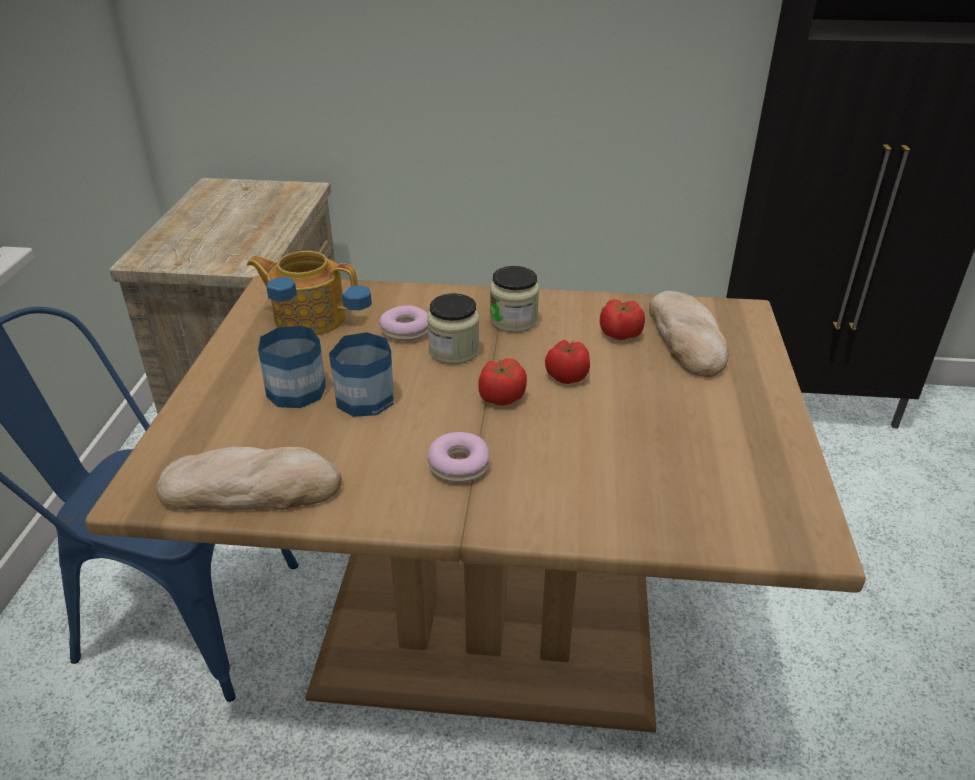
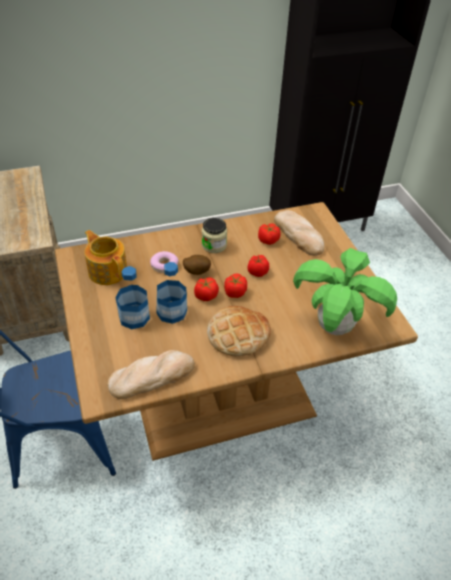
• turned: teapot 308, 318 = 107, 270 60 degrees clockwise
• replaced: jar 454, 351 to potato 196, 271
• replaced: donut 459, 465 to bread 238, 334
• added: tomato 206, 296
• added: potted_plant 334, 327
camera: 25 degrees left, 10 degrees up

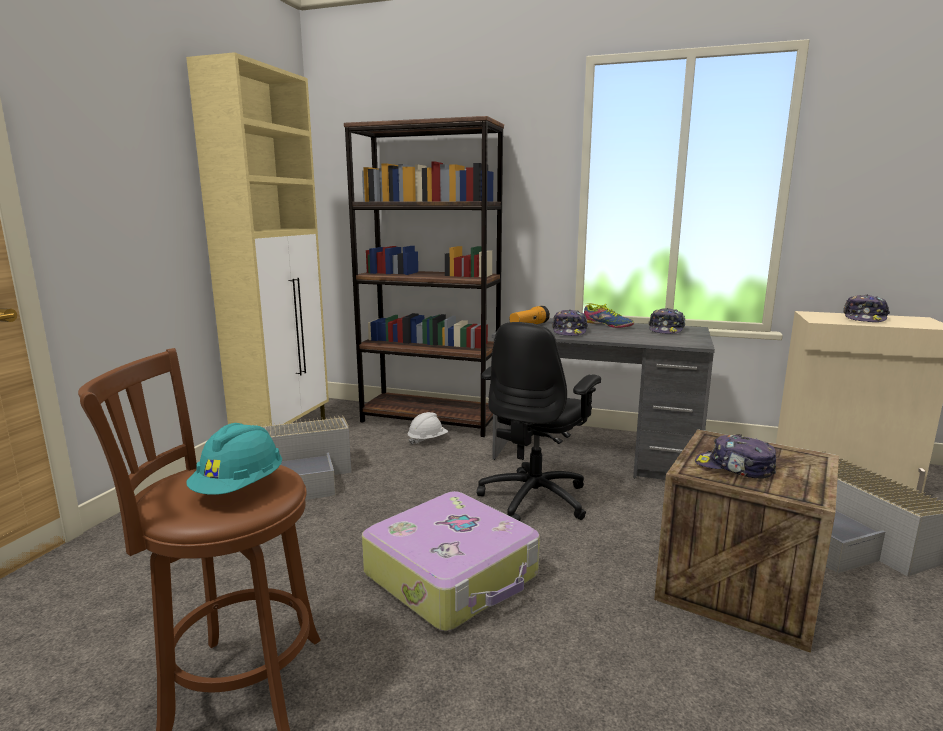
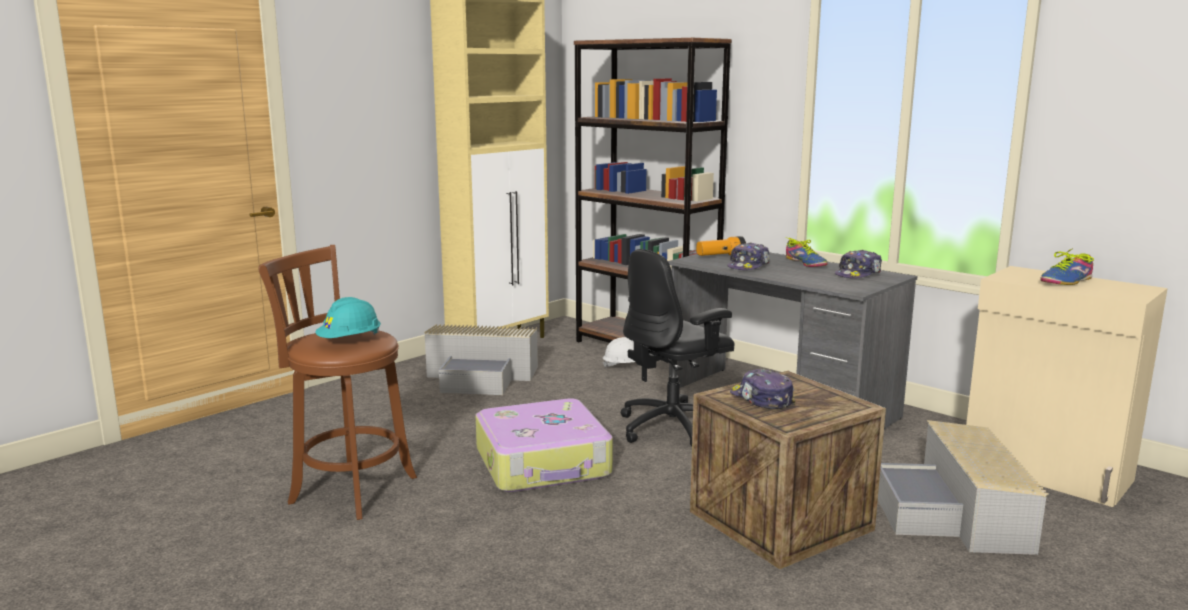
• replaced: cap 864, 318 to shoe 1066, 281
camera: 25 degrees right, 0 degrees up

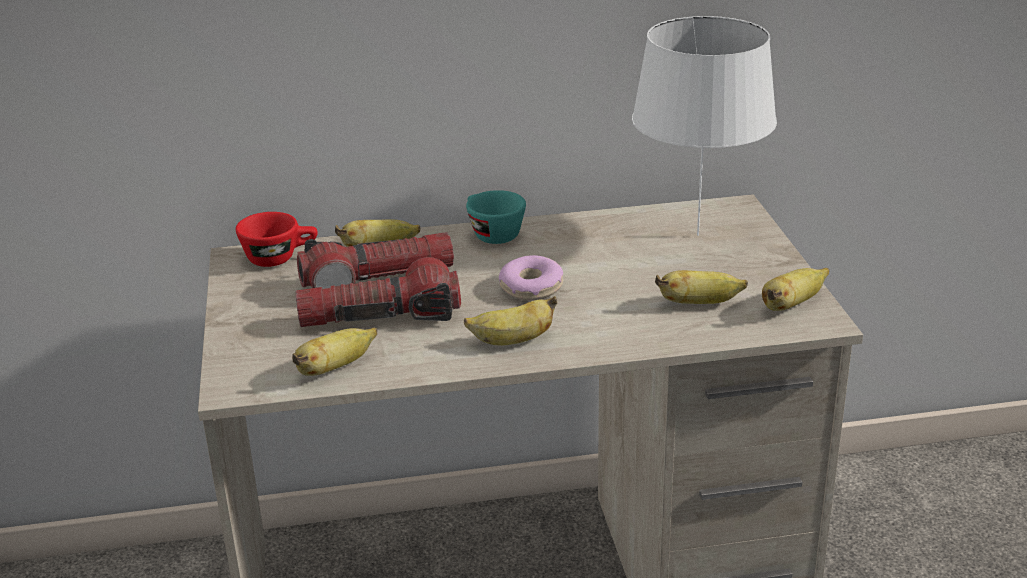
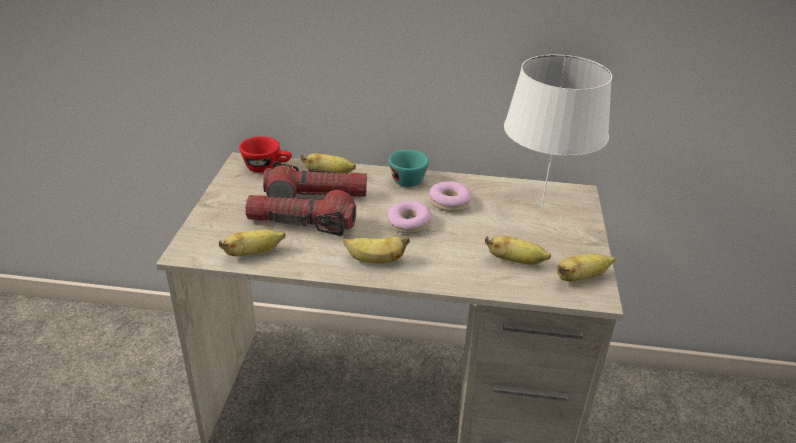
• added: donut 449, 202
camera: 15 degrees right, 5 degrees up

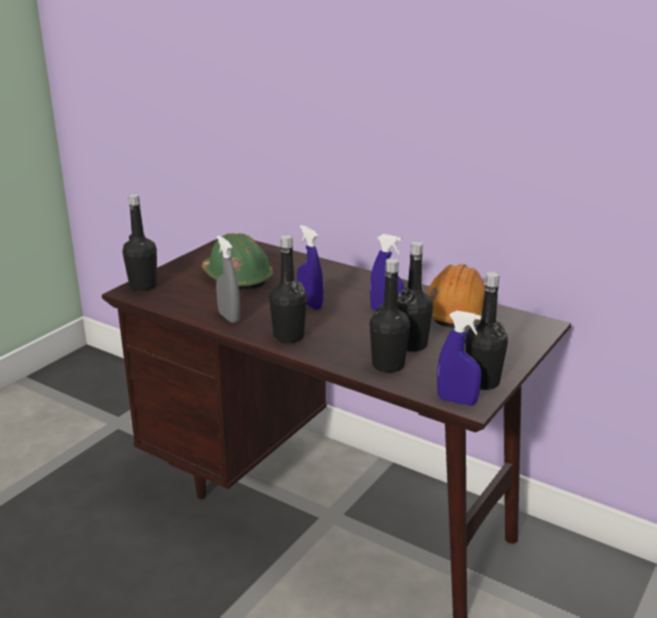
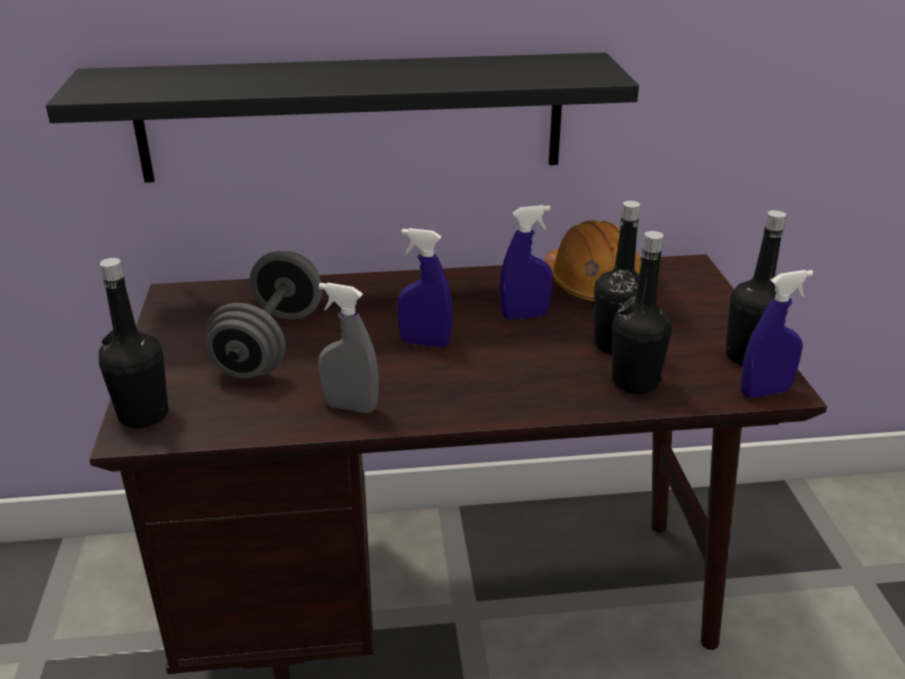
• replaced: green_hard_hat 237, 278 to grey_dumbbell 270, 344
• removed: black_bottle 288, 336
• added: black_shelf 352, 117
camera: 40 degrees left, 5 degrees up

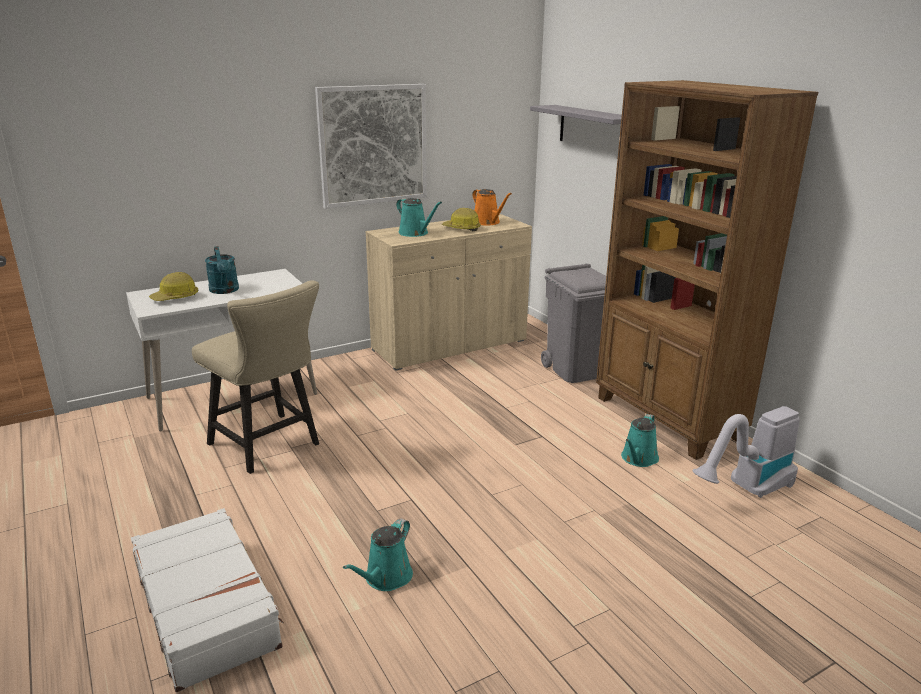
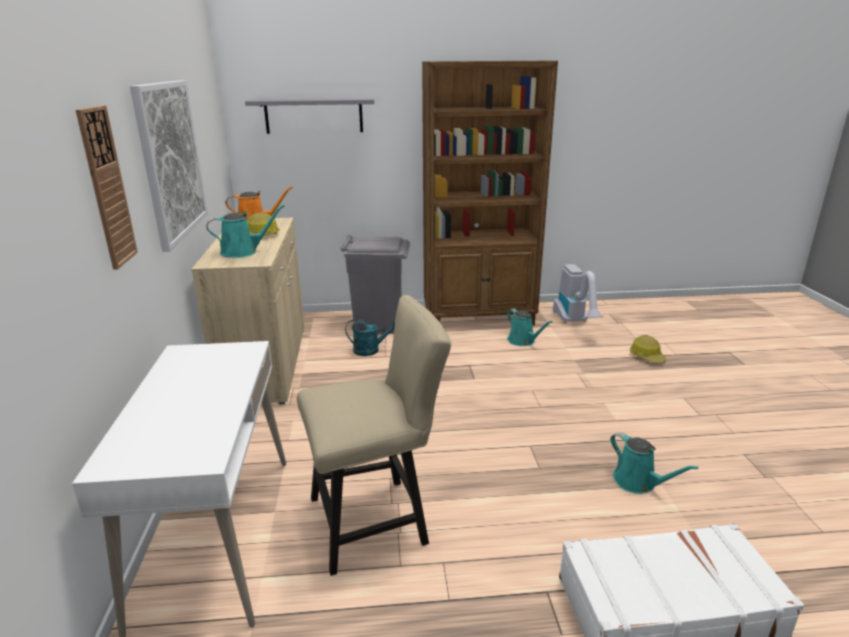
• moved: hard_hat 176, 298 to 647, 356
• moved: turquoise_watering_can 225, 291 to 371, 350
• added: wall_clock 107, 188
camera: 65 degrees left, 0 degrees up

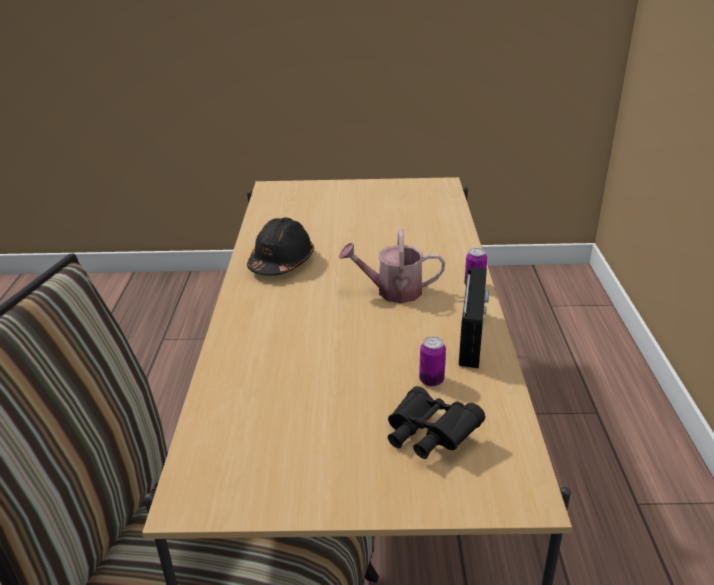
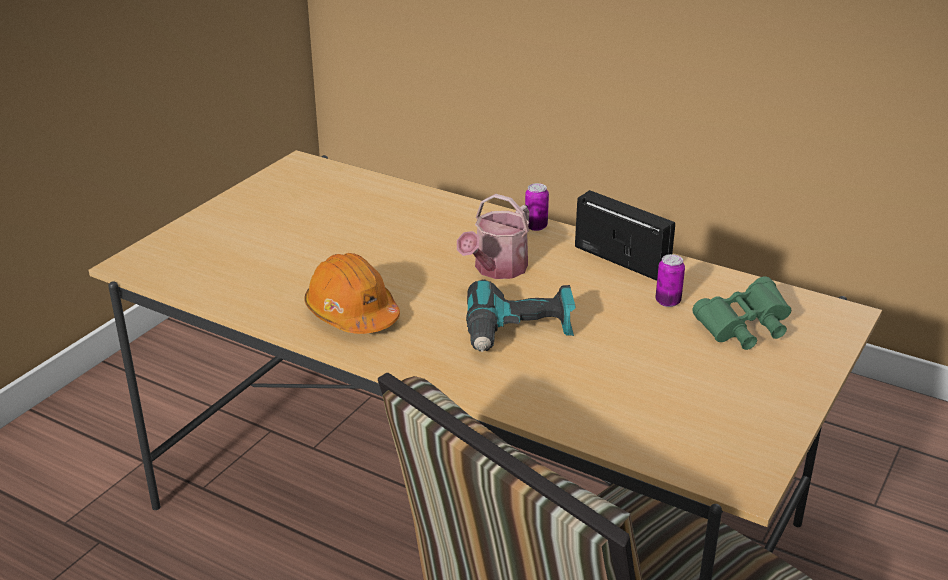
• recoloured: black_hard_hat 281, 262 to orange_hard_hat 352, 313
• recoloured: black_binoculars 428, 436 to green_binoculars 743, 330
• added: power_drill 519, 333
camera: 60 degrees left, 0 degrees up

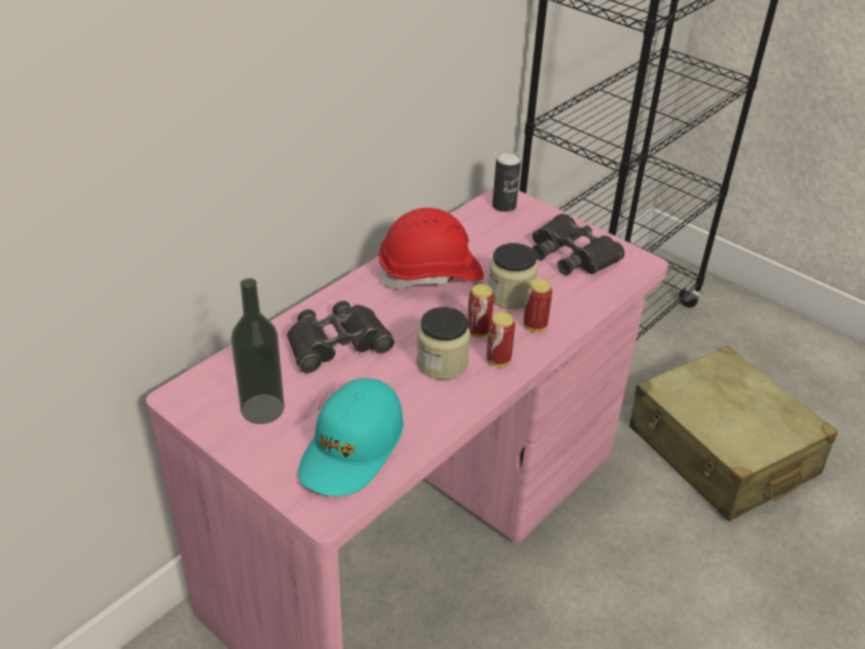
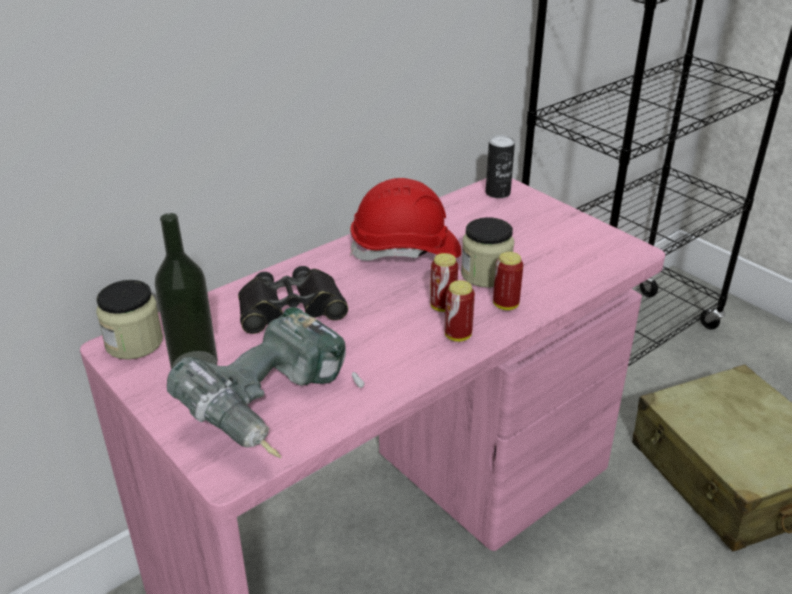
• replaced: turquoise_cap 352, 448 to power_drill 276, 410
• moved: jar 442, 363 to 134, 343
• removed: black_binoculars 572, 254
camera: 10 degrees right, 5 degrees down

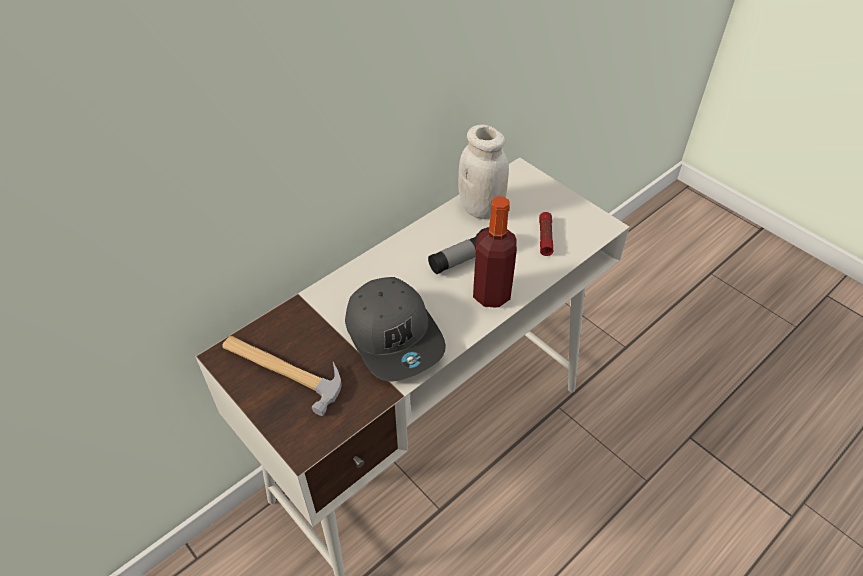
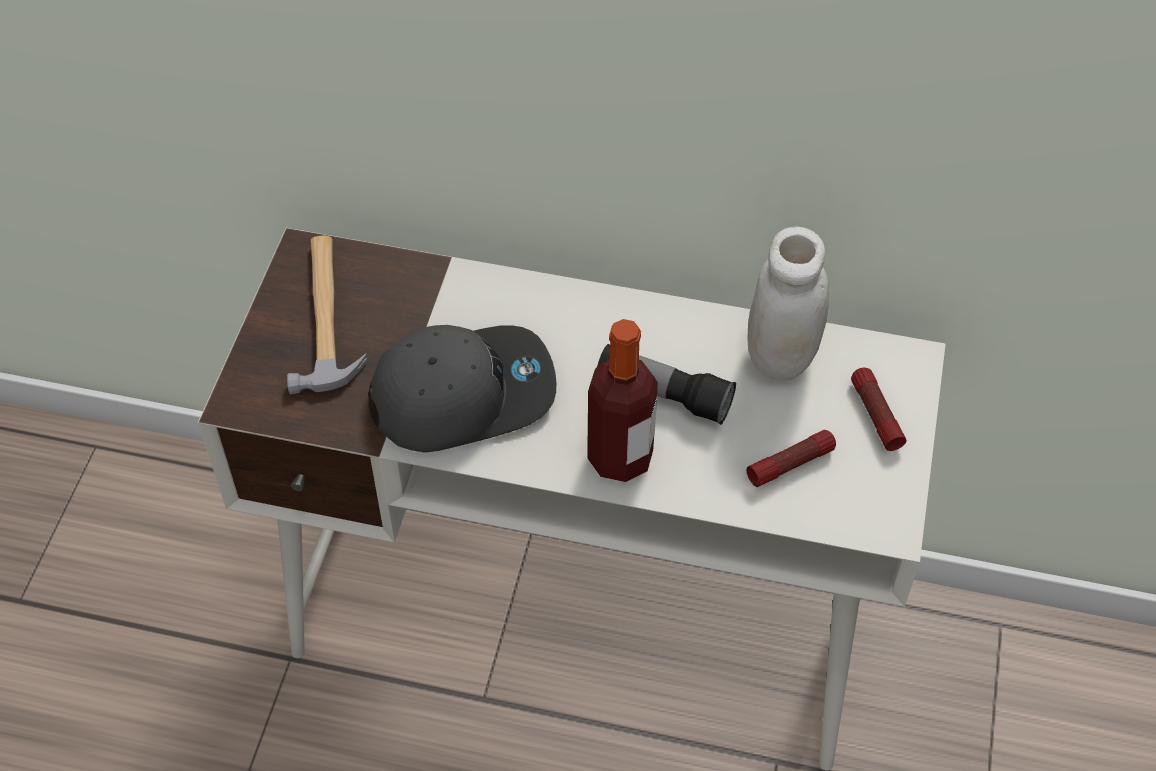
• turned: grey_cap 395, 336 = 463, 393 135 degrees counterclockwise
• added: flashlight 875, 415
camera: 55 degrees right, 5 degrees up

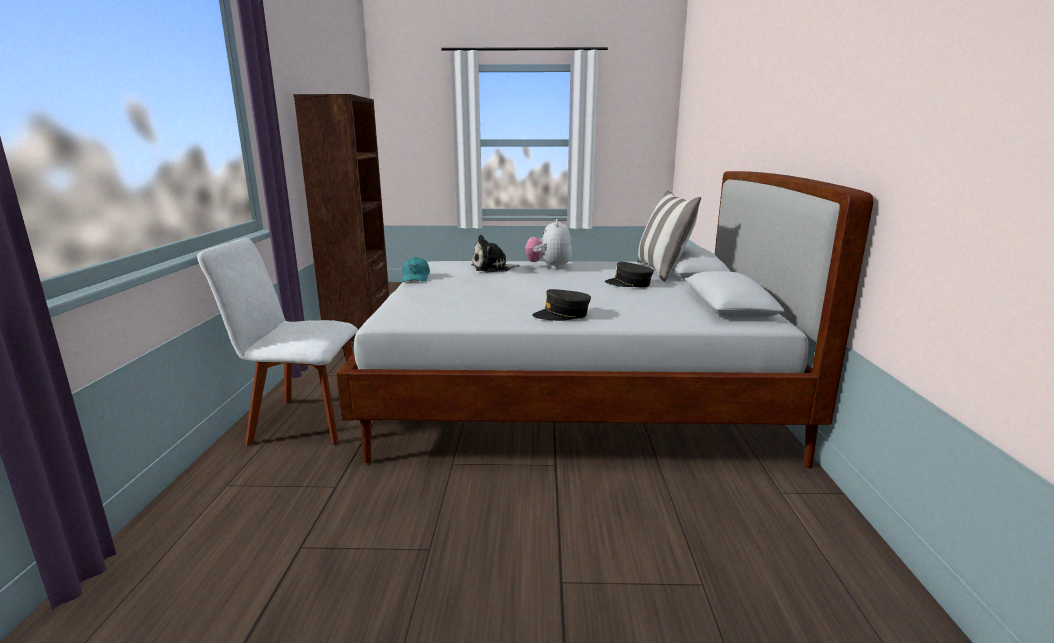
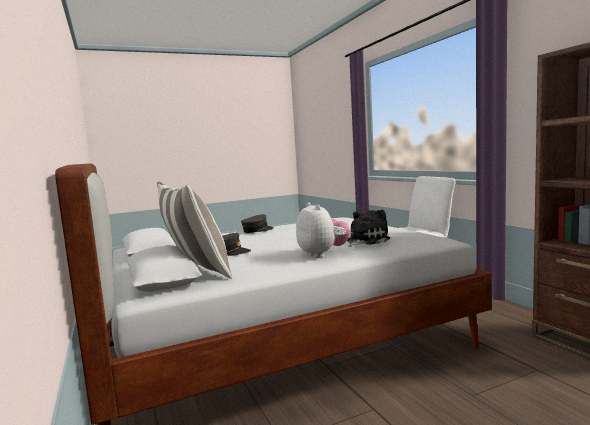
• removed: turquoise_cap 416, 278
camera: 155 degrees right, 10 degrees down

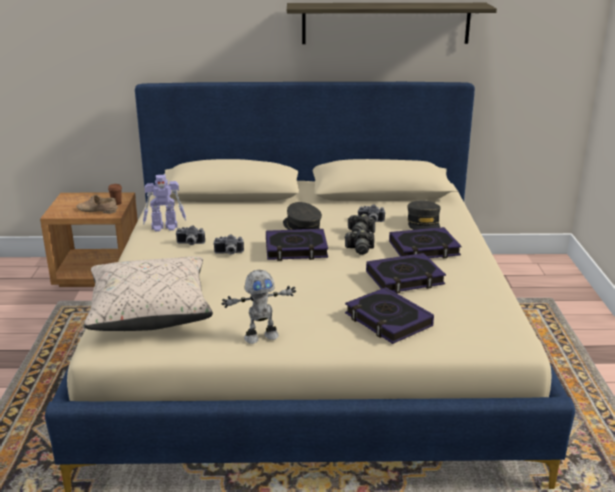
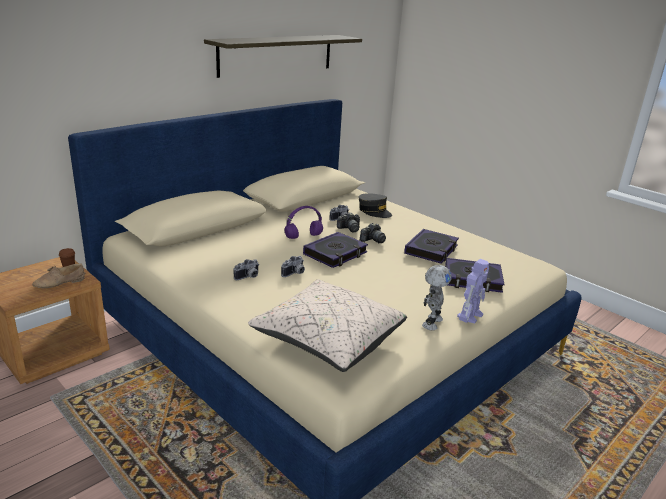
• moved: toy_robot 165, 227 to 470, 315
• replaced: grey_cap 301, 226 to purple_headphones 303, 237
• removed: book 424, 249
camera: 45 degrees left, 0 degrees up

